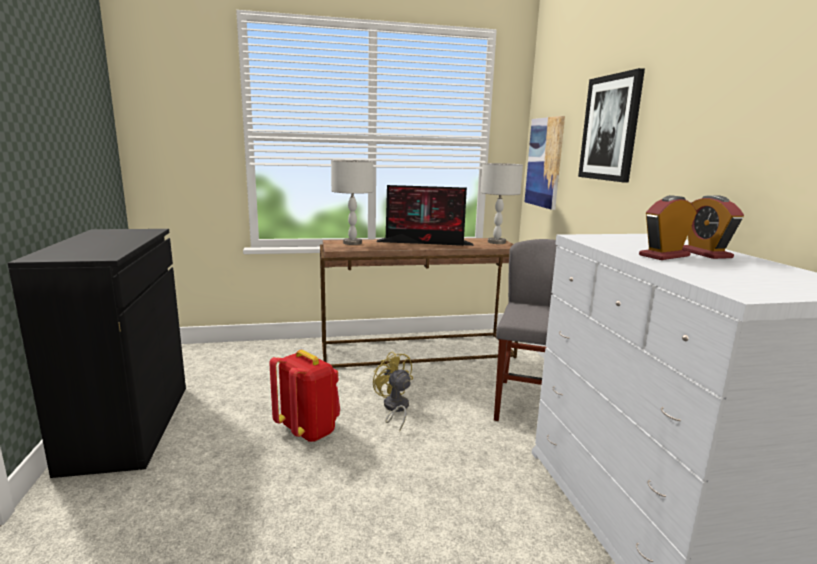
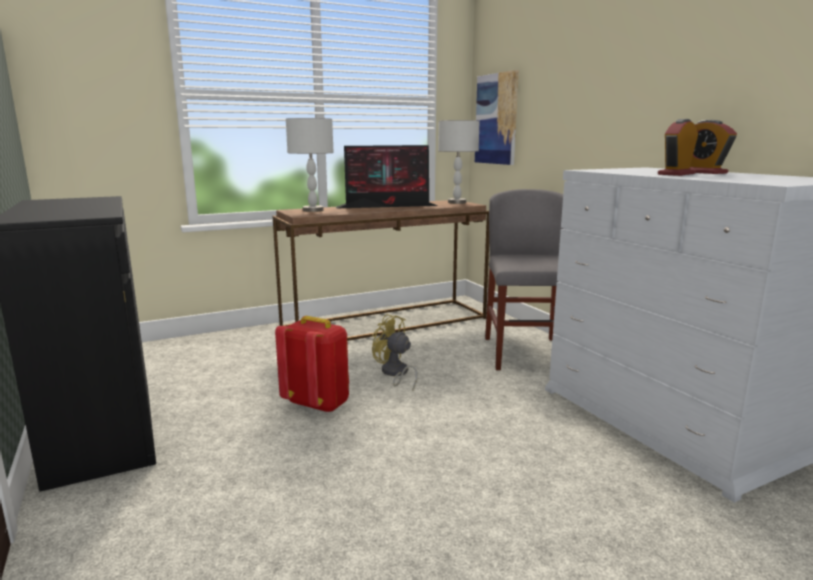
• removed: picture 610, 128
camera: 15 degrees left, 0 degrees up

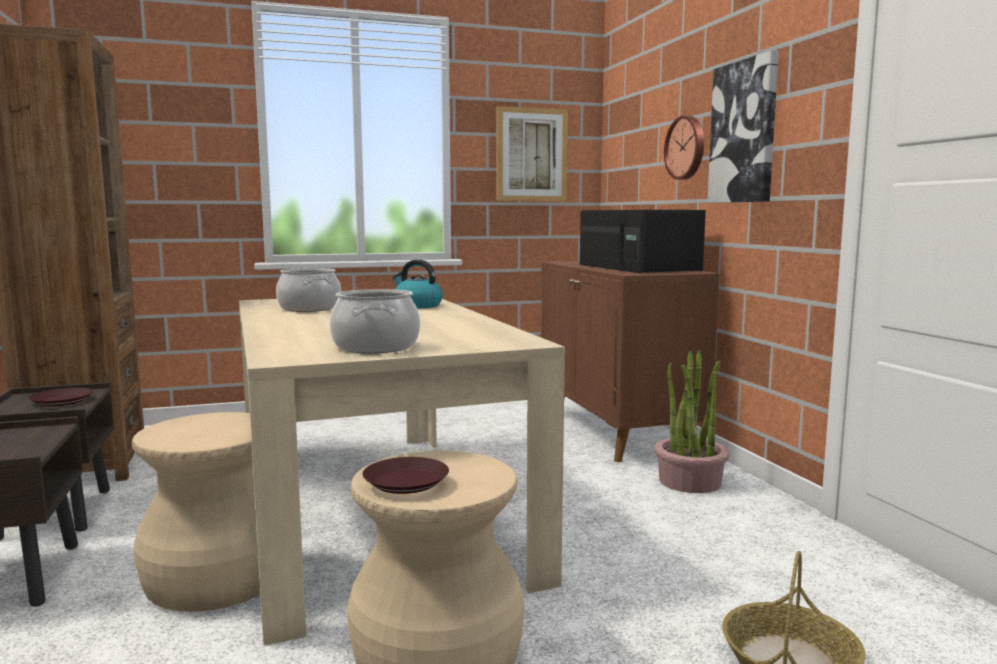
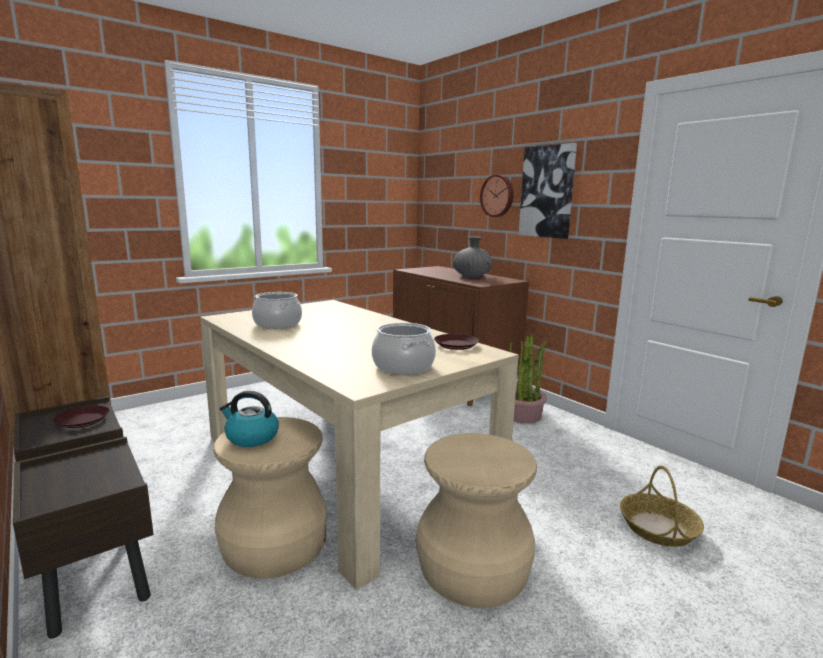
• moved: brown_plate 406, 482 to 456, 345
• moved: kettle 417, 306 to 251, 437
• removed: picture 531, 155
• replaced: black_microwave 638, 268 to grey_vase 471, 276
camera: 20 degrees left, 5 degrees up

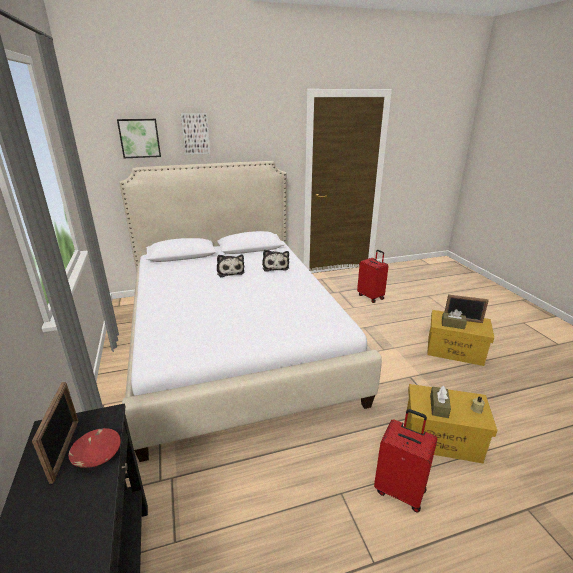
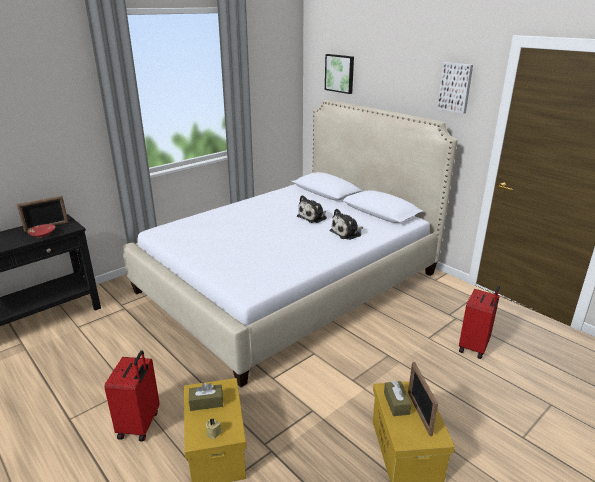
• moved: picture 195, 134 to 455, 87
camera: 65 degrees right, 0 degrees up

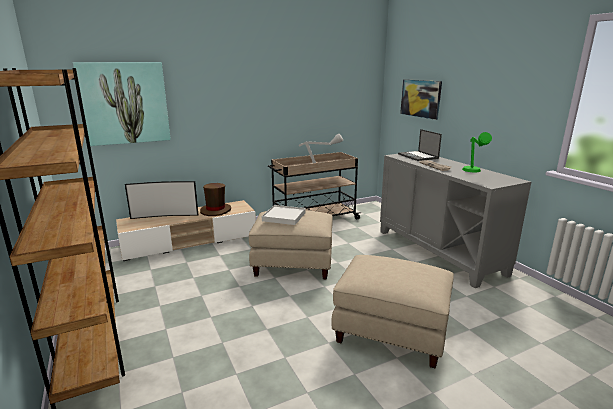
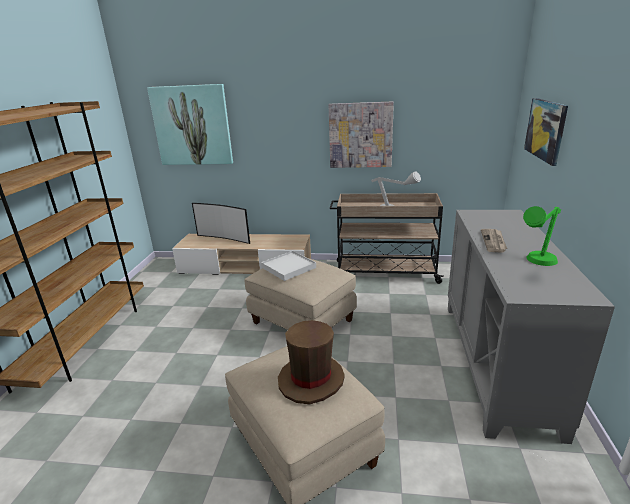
• moved: brown_hat 216, 210 to 311, 380
• removed: laptop 418, 156
• added: picture 360, 135
camera: 35 degrees right, 5 degrees up

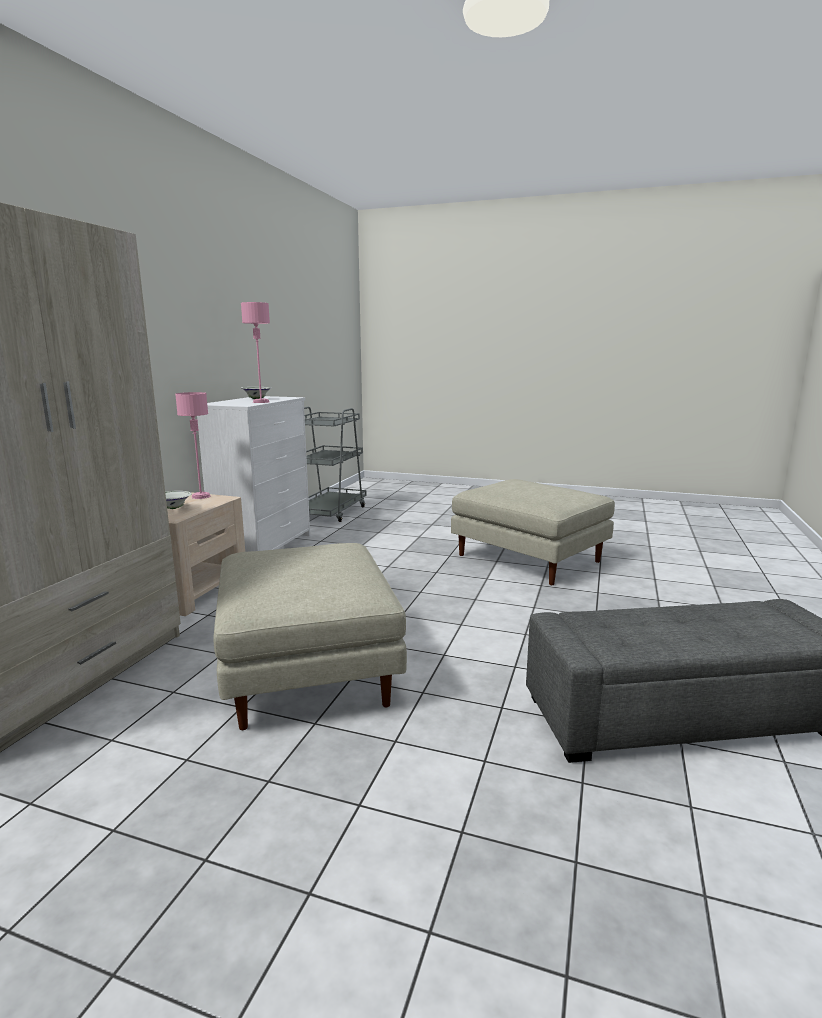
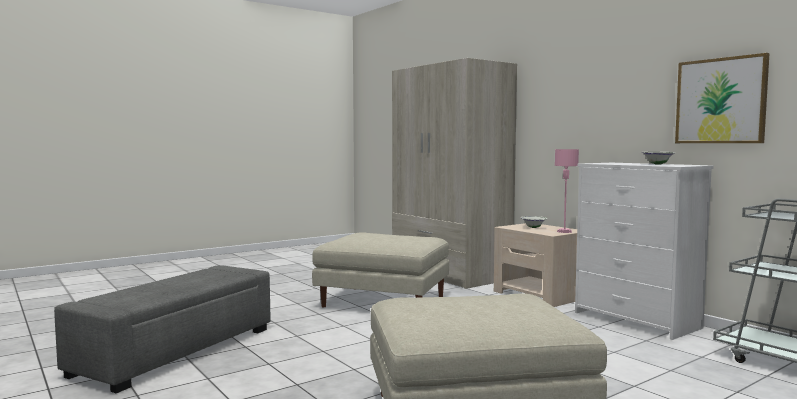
• removed: pink_table_lamp 261, 402
• added: picture 720, 101
camera: 125 degrees right, 10 degrees down

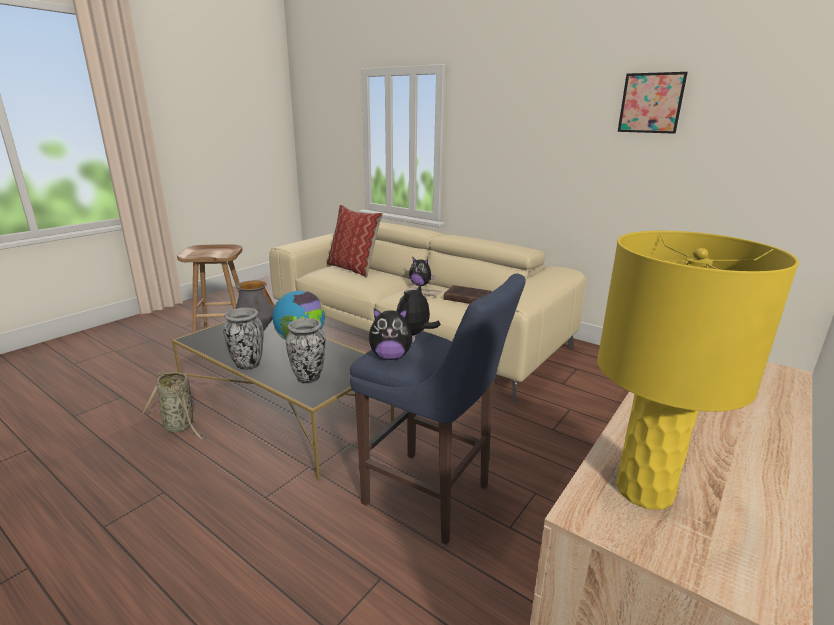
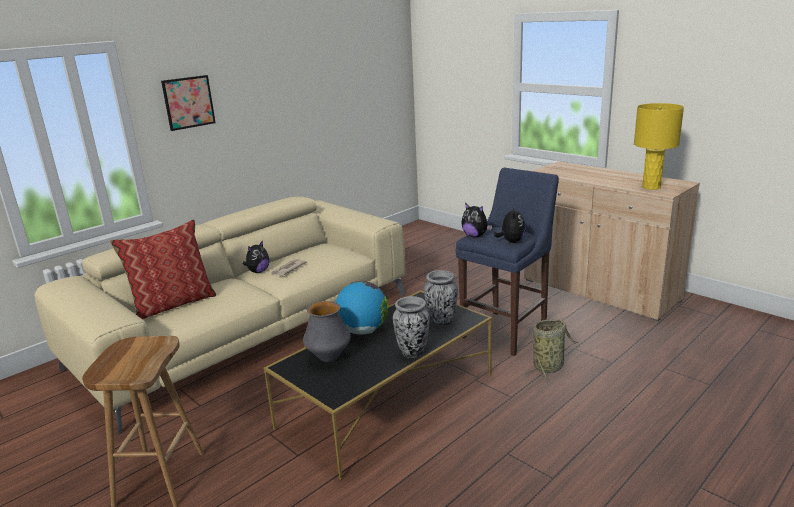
• moved: basket 180, 426 to 549, 366
• removed: brown_book 466, 298
• moved: picture 651, 103 to 188, 102
camera: 80 degrees left, 0 degrees up

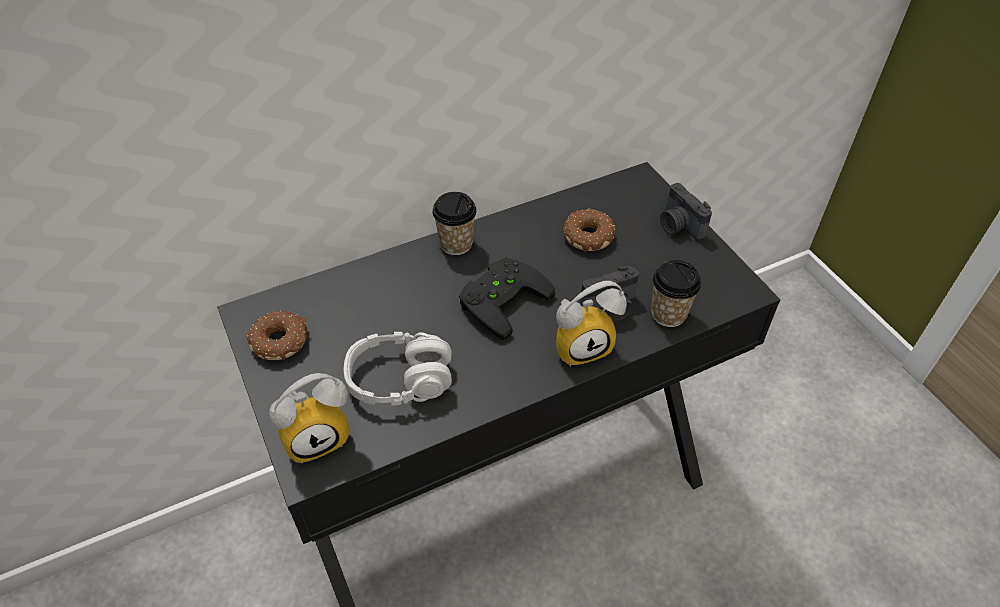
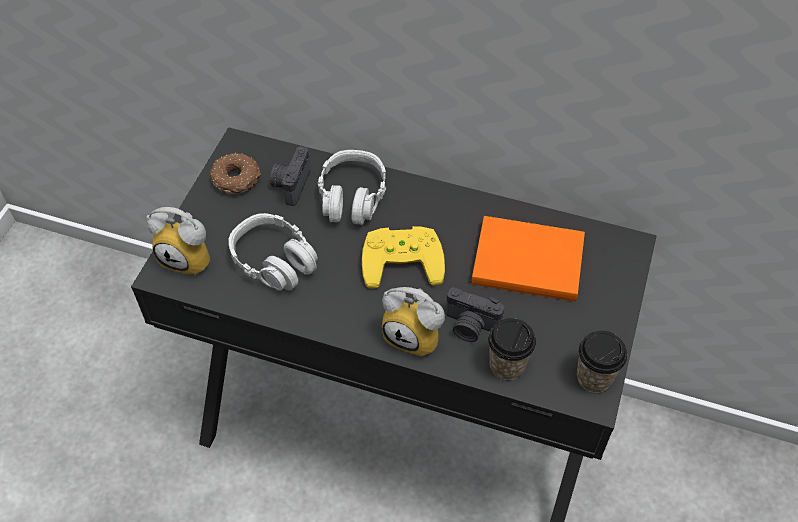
• moved: cup 456, 244 to 594, 378
• recoloured: black_game_controller 500, 298 to yellow_game_controller 402, 257
• replaced: donut 587, 235 to orange_book 525, 259
• moved: photo_camera 678, 226 to 290, 185
• added: grey_headphones 352, 197
camera: 45 degrees right, 5 degrees up

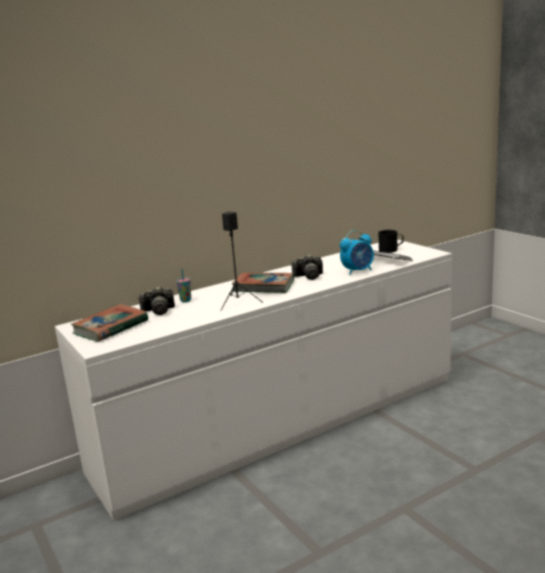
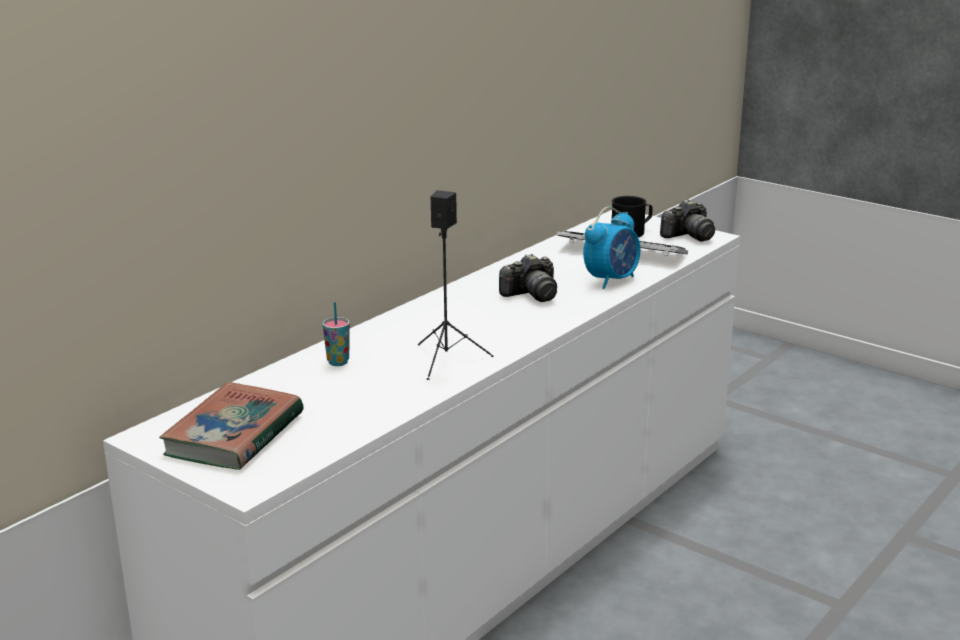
• moved: photo_camera 158, 311 to 689, 236
• removed: book 264, 286
camera: 20 degrees left, 5 degrees up

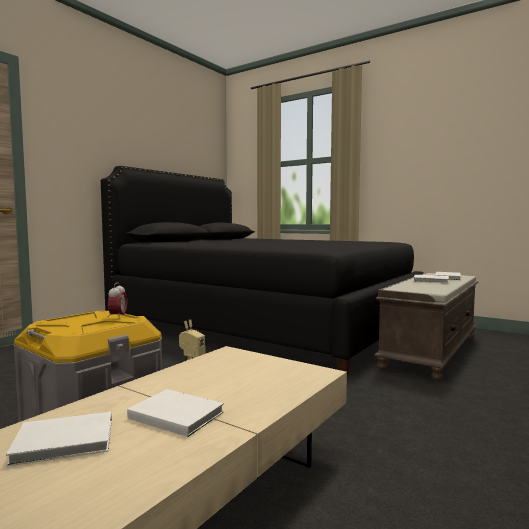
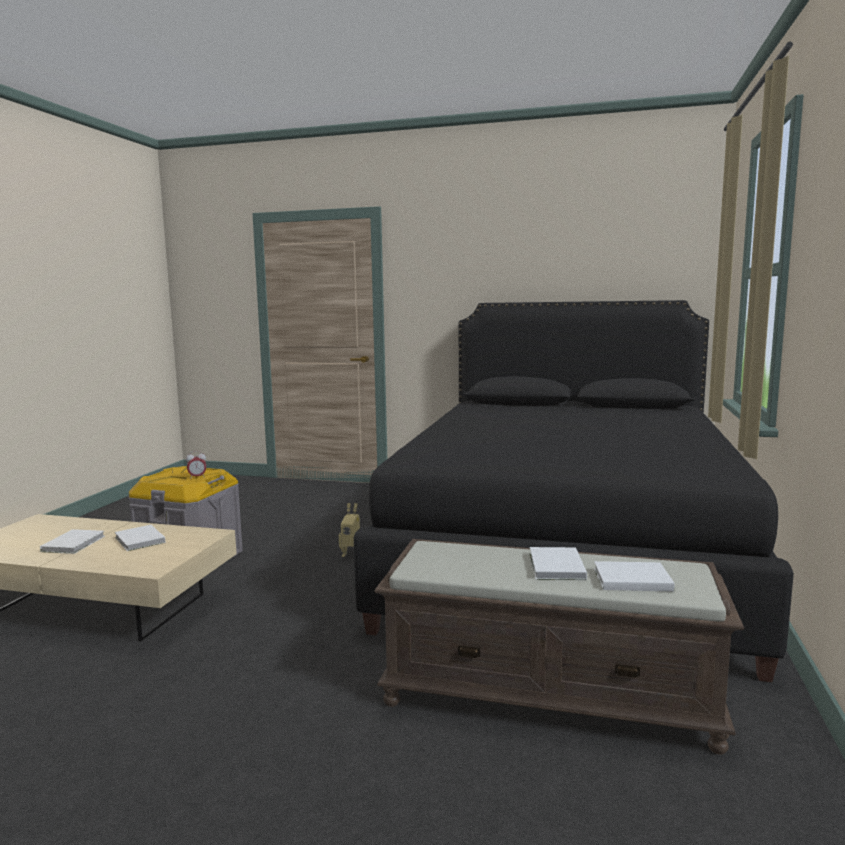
• moved: white_book 67, 442 to 139, 540
camera: 70 degrees right, 5 degrees up

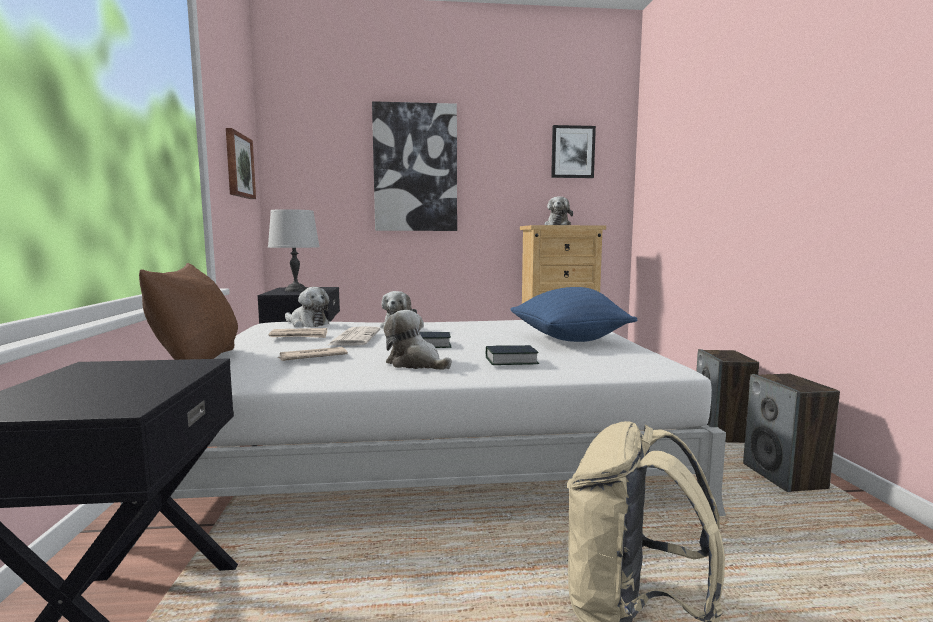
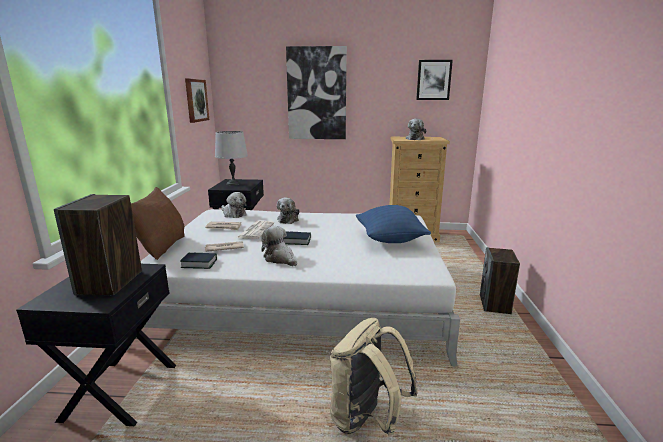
• moved: book 511, 361 to 199, 264
• moved: speaker 785, 477 to 110, 283
camera: 10 degrees right, 10 degrees up

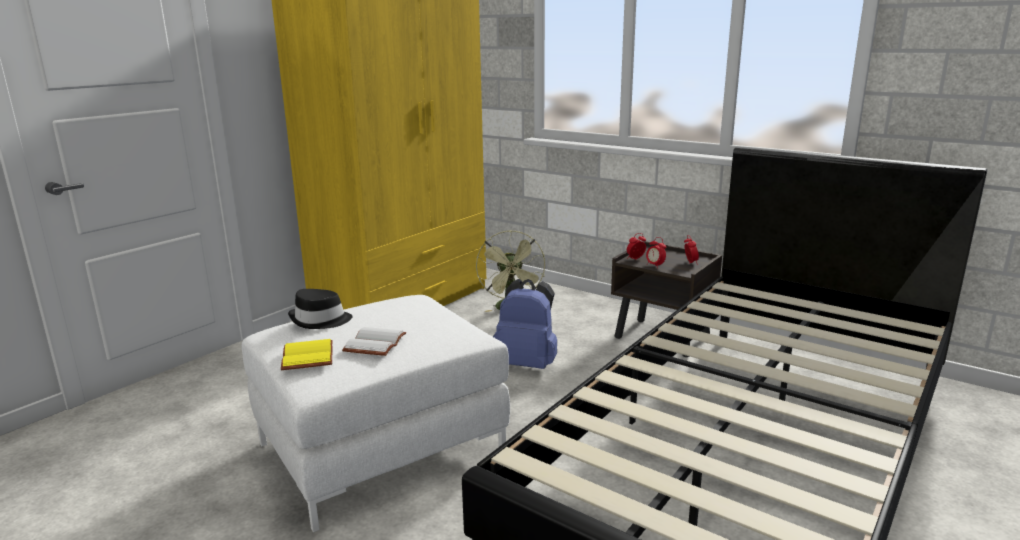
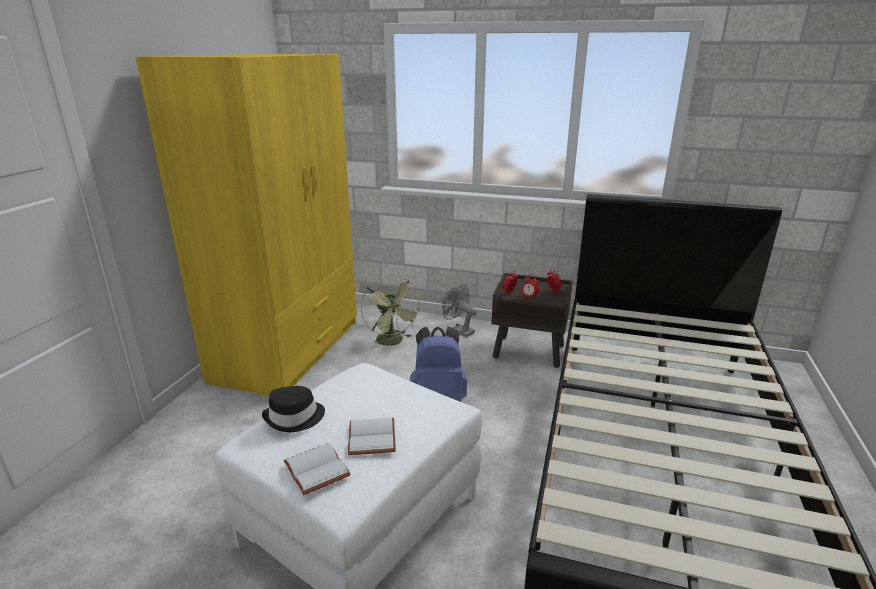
• recoloured: yellow_book 306, 356 to white_book 314, 469
• added: grey_fan 458, 330
camera: 20 degrees left, 5 degrees up

